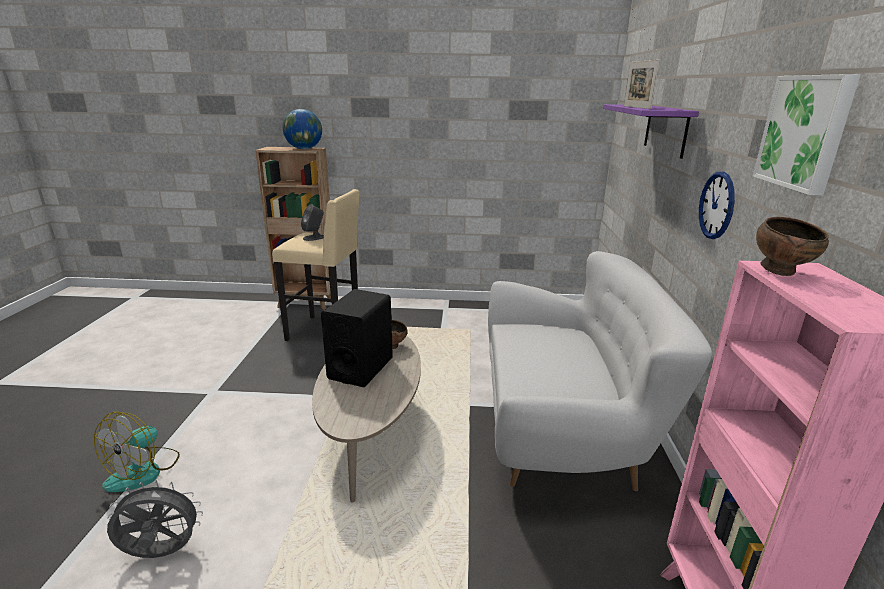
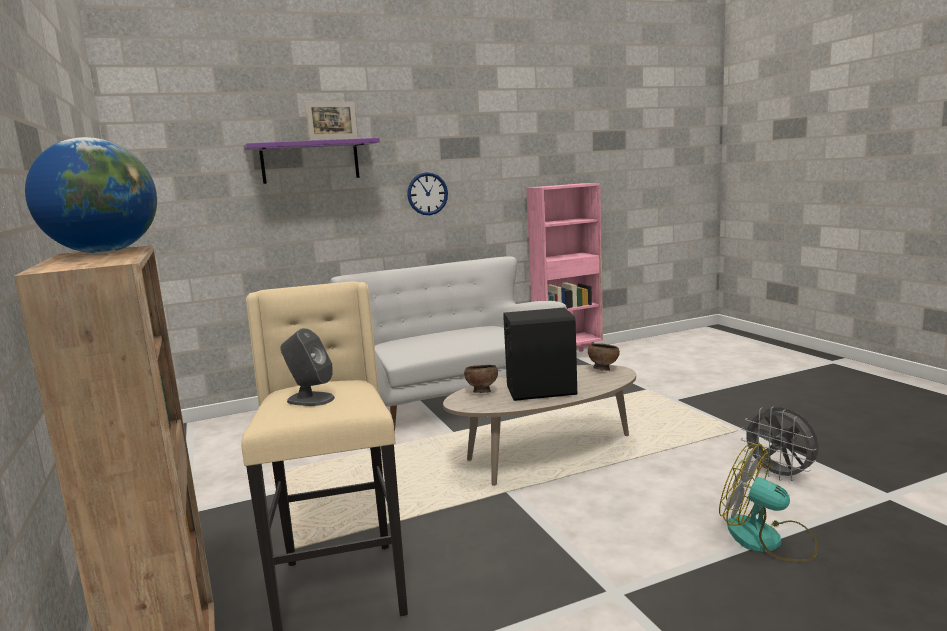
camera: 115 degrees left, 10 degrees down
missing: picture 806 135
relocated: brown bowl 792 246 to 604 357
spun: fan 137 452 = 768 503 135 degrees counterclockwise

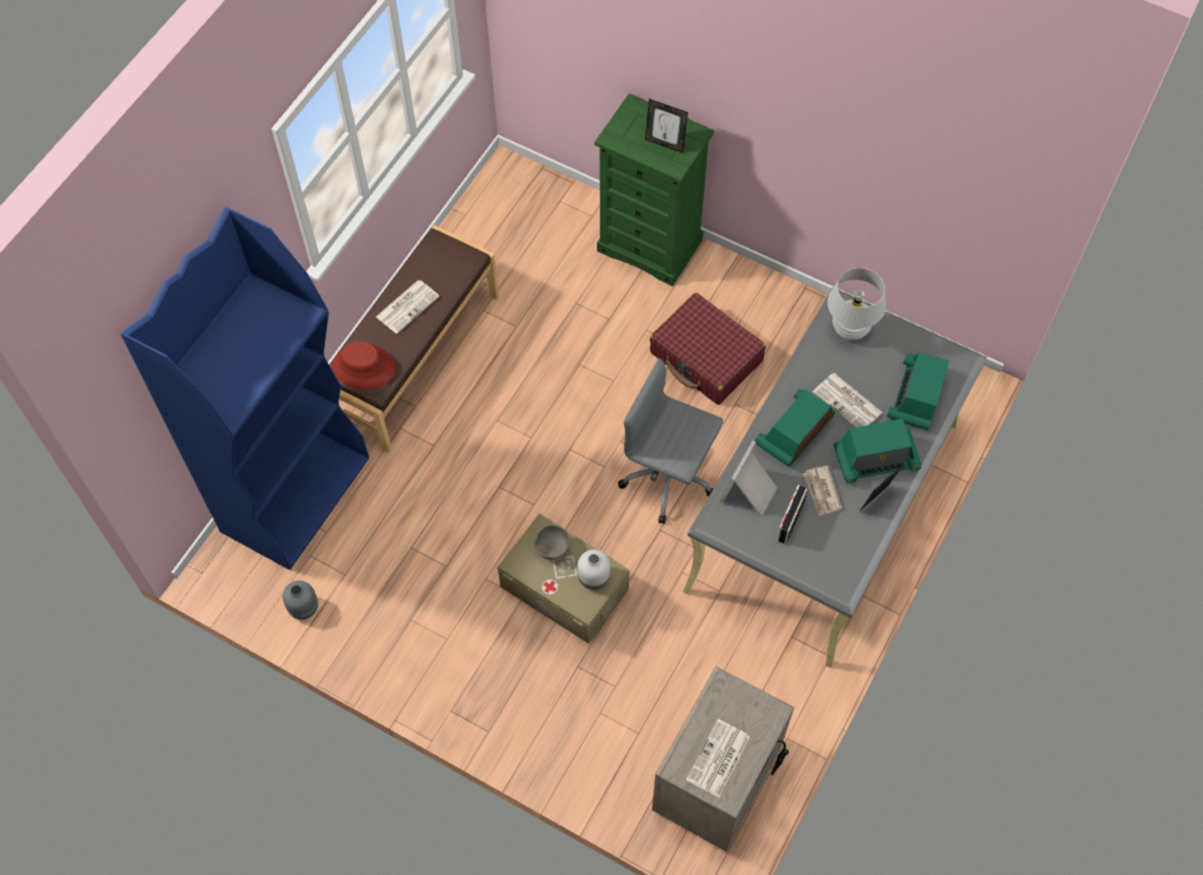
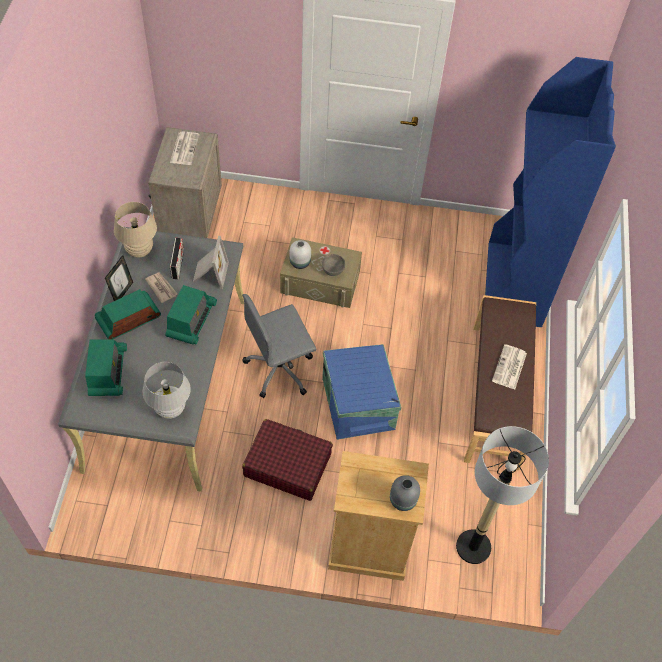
camera: 155 degrees right, 5 degrees down
missing: red hat 364 365; picture frame 666 126; newspaper 848 400
appeared: beige table lamp 135 230; blue storage box 361 392; floor lamp 502 495
relocated: grey vase 300 600 to 405 493
colour: green dresser 654 189 to beige dresser 378 516
spun: grey office chair 670 441 = 279 346 150 degrees clockwise

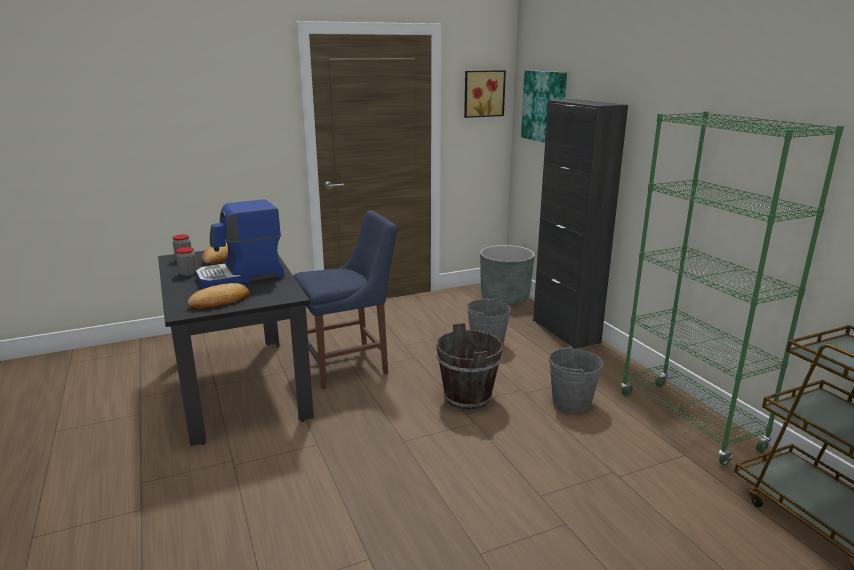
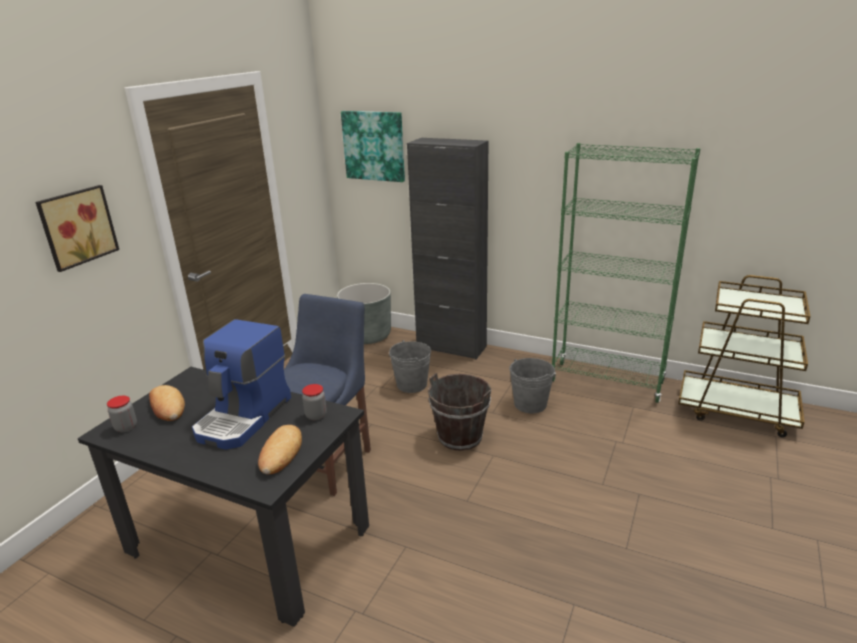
camera: 40 degrees left, 5 degrees up
relocated: jar 186 261 to 314 402; picture 485 94 to 77 228

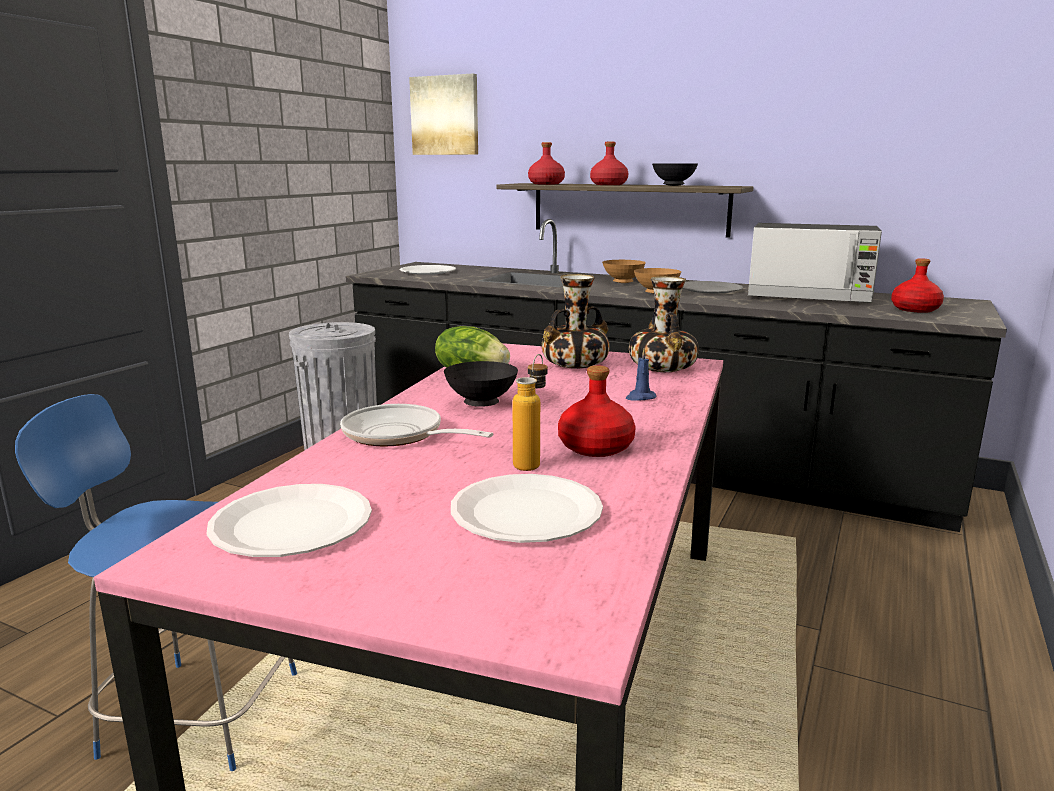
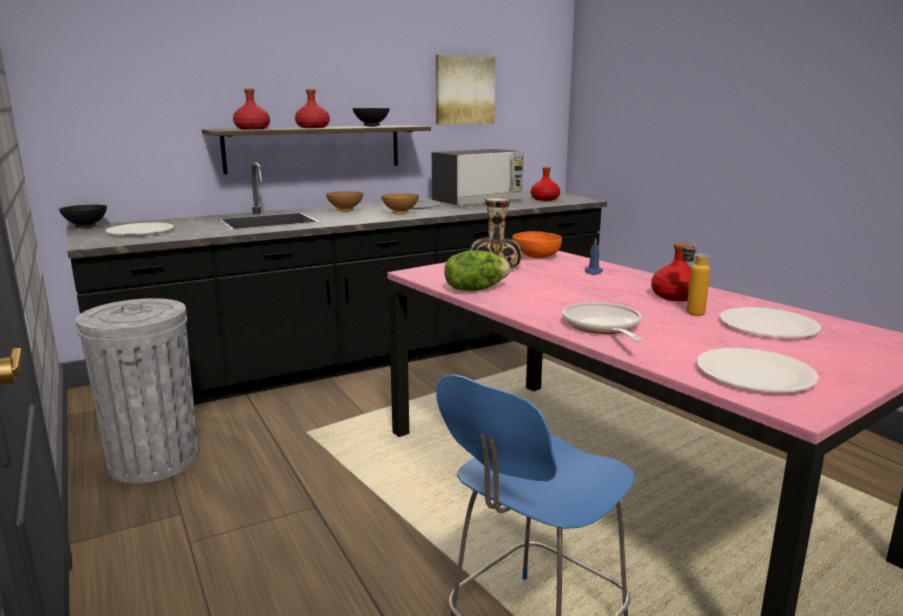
camera: 55 degrees left, 0 degrees up
relocated: picture 443 114 to 465 89; black bowl 481 384 to 83 217
exchanged: vase 664 324 to orange bowl 537 244
spun: frying pan 417 425 = 603 322 105 degrees clockwise

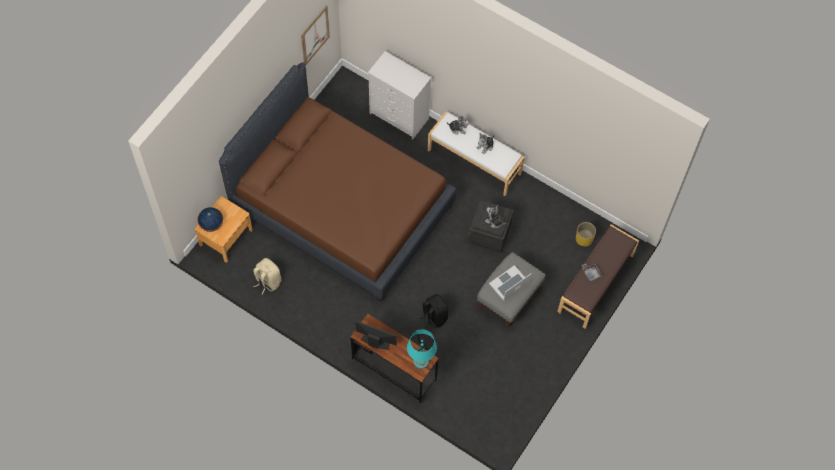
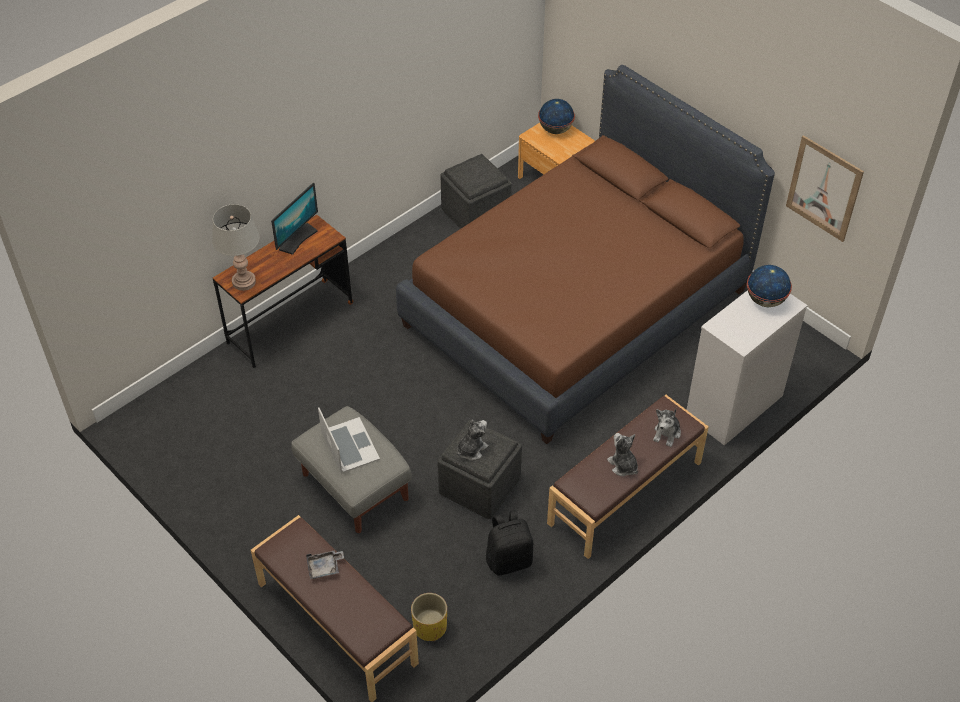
camera: 105 degrees right, 15 degrees down
appeared: globe 769 286
relocated: black backpack 433 311 to 509 543
exchanged: beige backpack 267 276 to grey ottoman 476 191
colour: turquoise table lamp 422 349 to grey table lamp 236 247; white bench 476 153 to brown bench 628 477

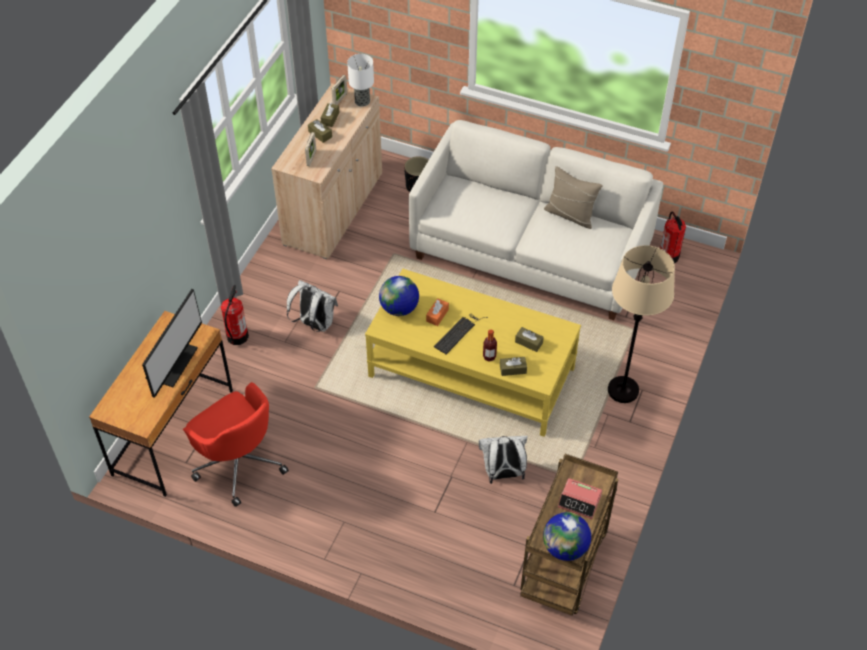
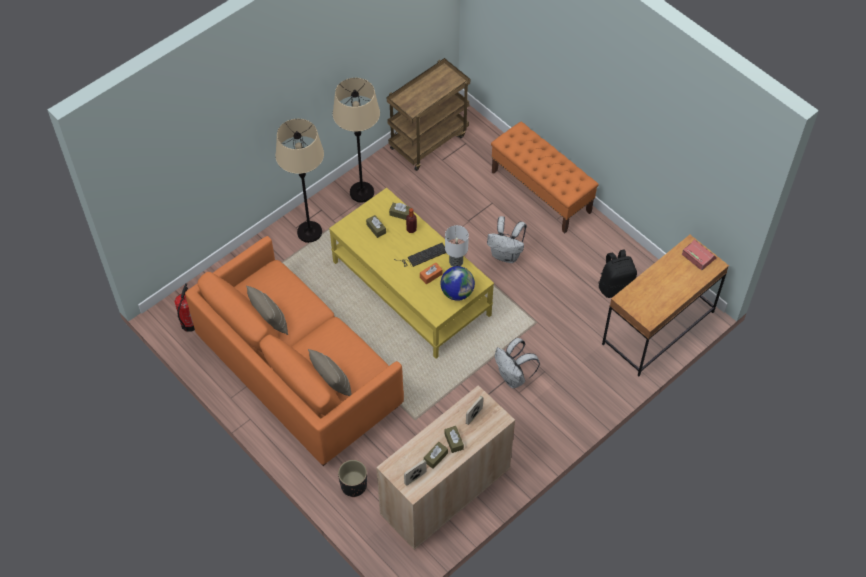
camera: 155 degrees left, 5 degrees up
missing: monitor 172 343; fire extinguisher 235 315; globe 567 536
appeared: beige pillow 330 372; beige floor lamp 356 140; orange bench 545 178
relocated: table lamp 360 80 to 457 246; white backpack 503 459 to 507 239; alarm clock 580 498 to 699 254
exchanged: red office chair 236 444 to black backpack 617 273
colour: white sofa 536 220 to orange sofa 294 351

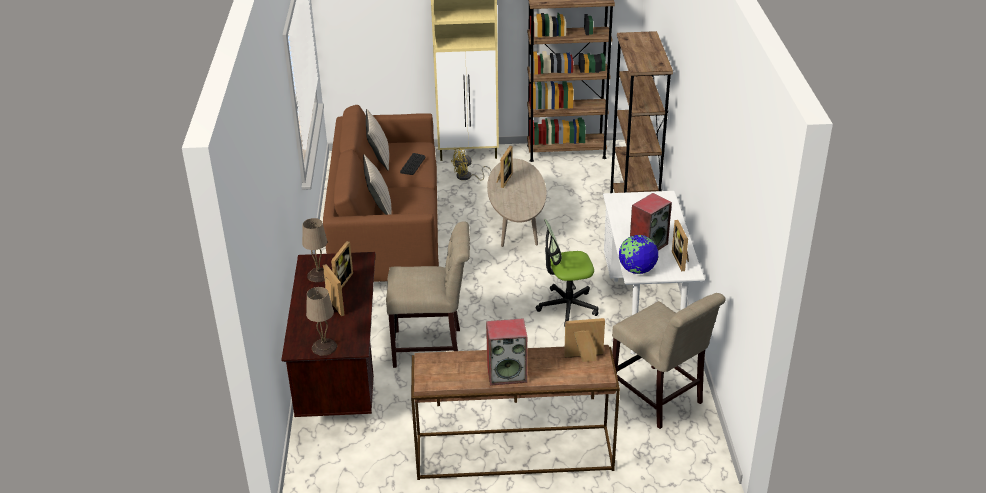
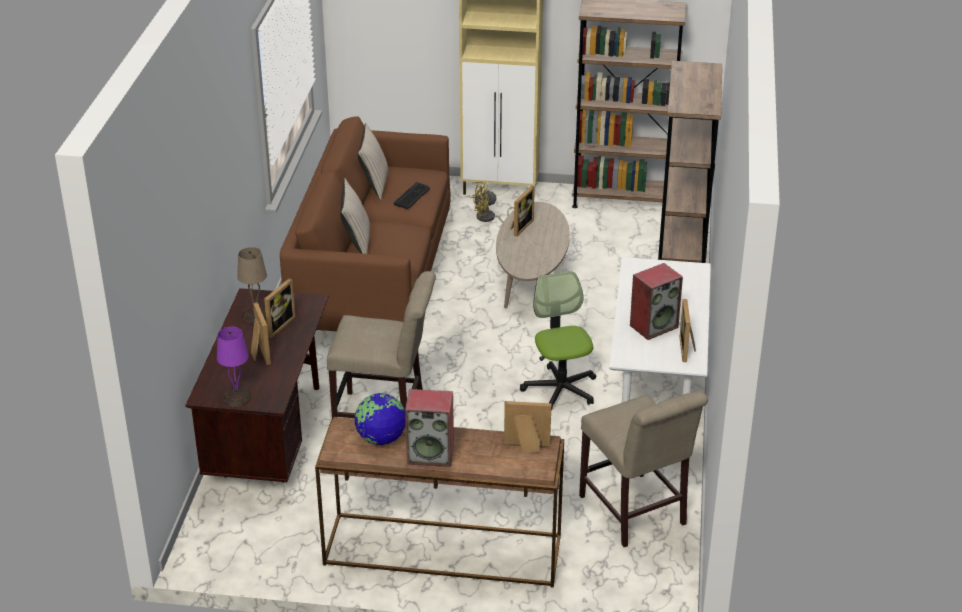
camera: 10 degrees right, 0 degrees up
relocated: globe 639 254 to 380 419
colour: beige table lamp 321 321 to purple table lamp 234 366
spun: office chair 567 273 = 558 340 75 degrees clockwise

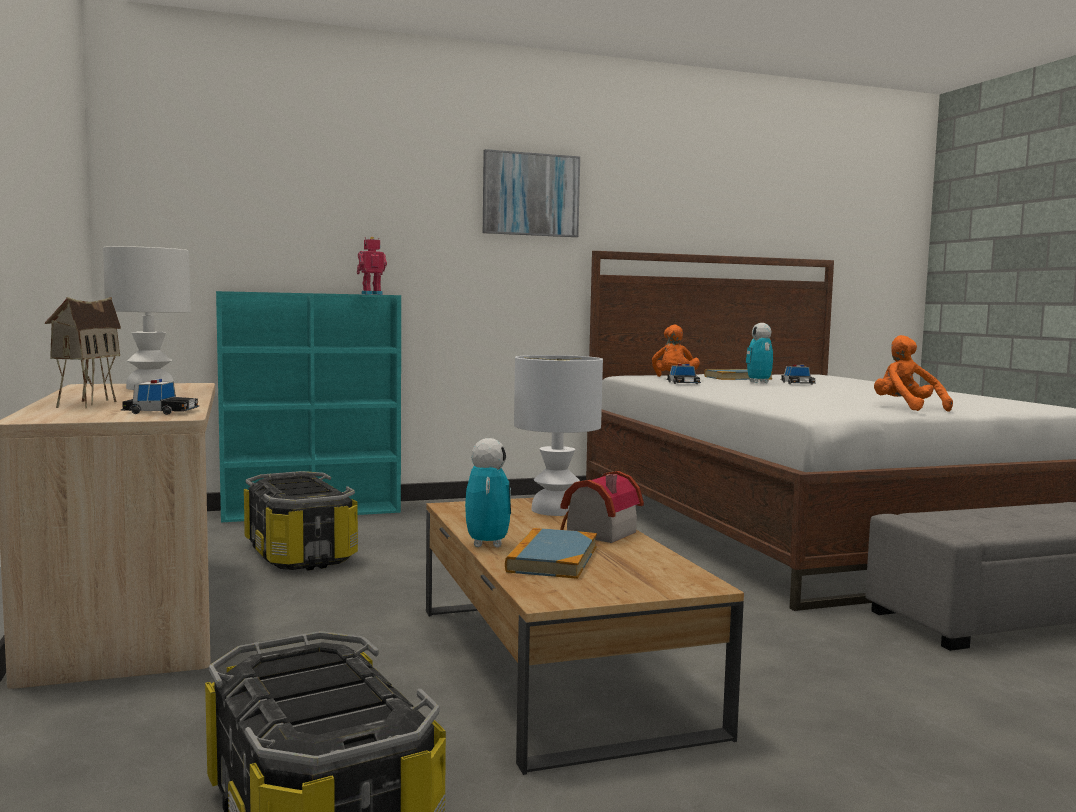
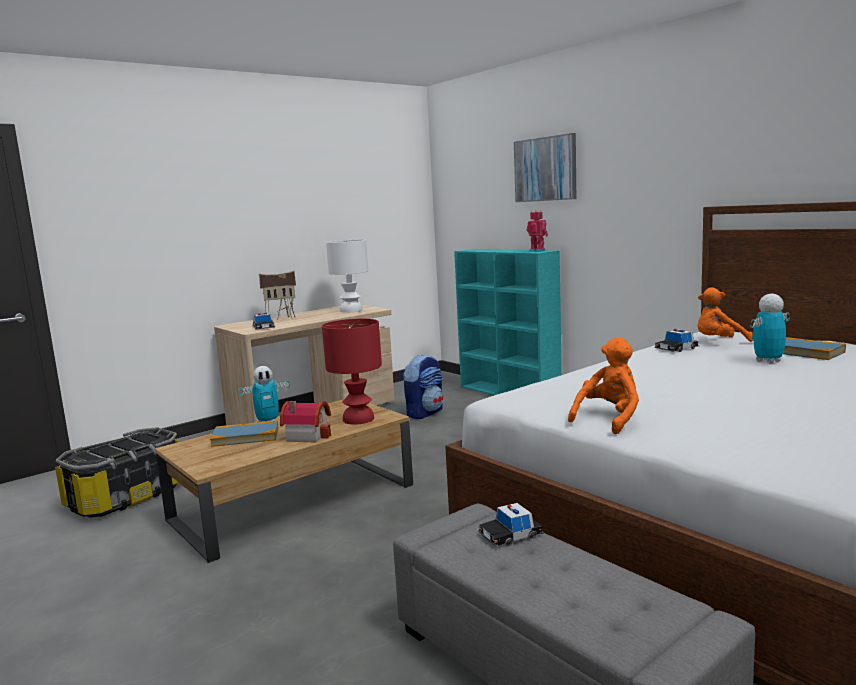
camera: 70 degrees right, 5 degrees up
relocated: picture 531 193 to 545 167; toy car 797 375 to 511 525
exchanged: storage box 301 520 to backpack 422 386
colour: white table lamp 558 435 to red table lamp 352 372

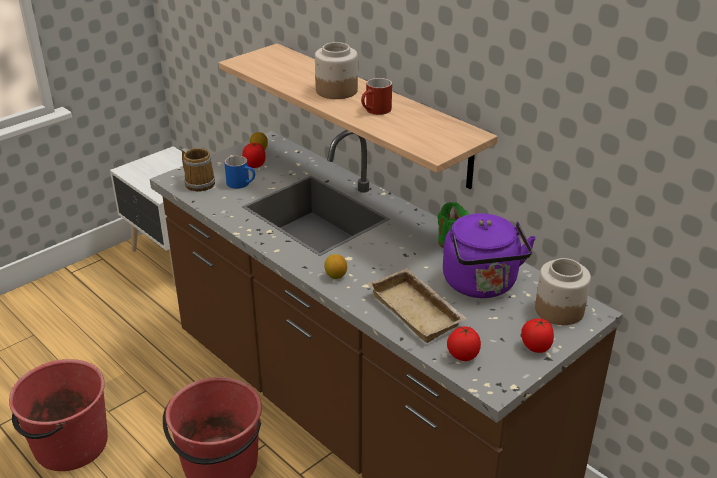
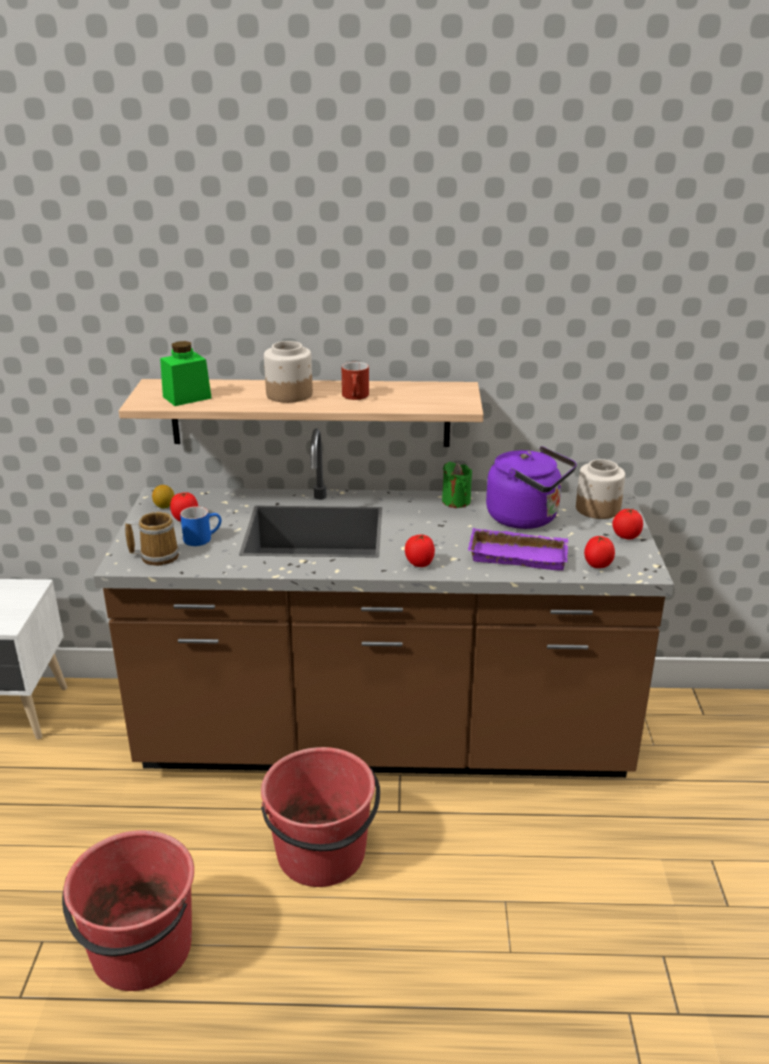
camera: 45 degrees left, 5 degrees down
appeared: green jar 186 373
exchanged: lemon 335 266 to tomato 420 550
colour: beige tray 417 305 to purple tray 518 549

